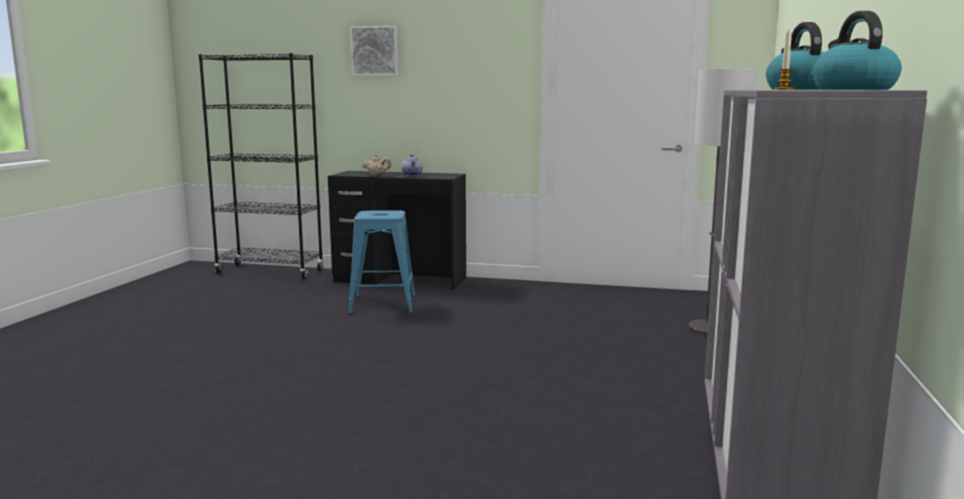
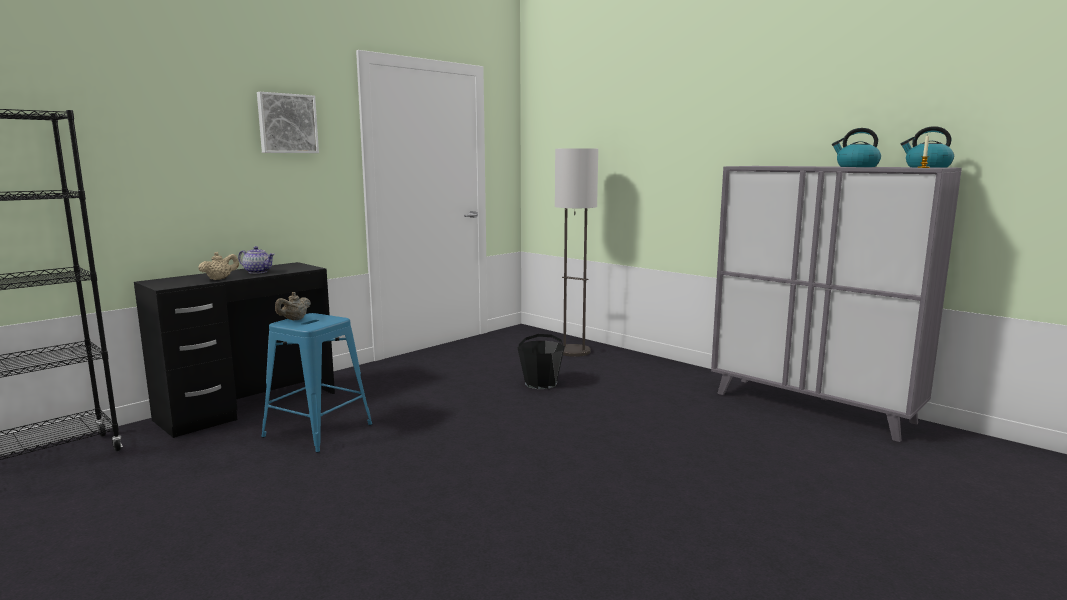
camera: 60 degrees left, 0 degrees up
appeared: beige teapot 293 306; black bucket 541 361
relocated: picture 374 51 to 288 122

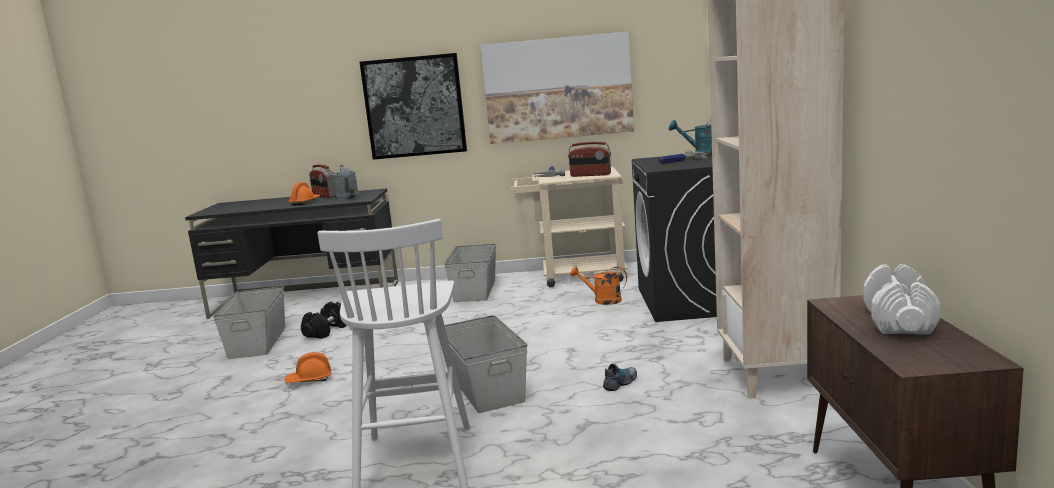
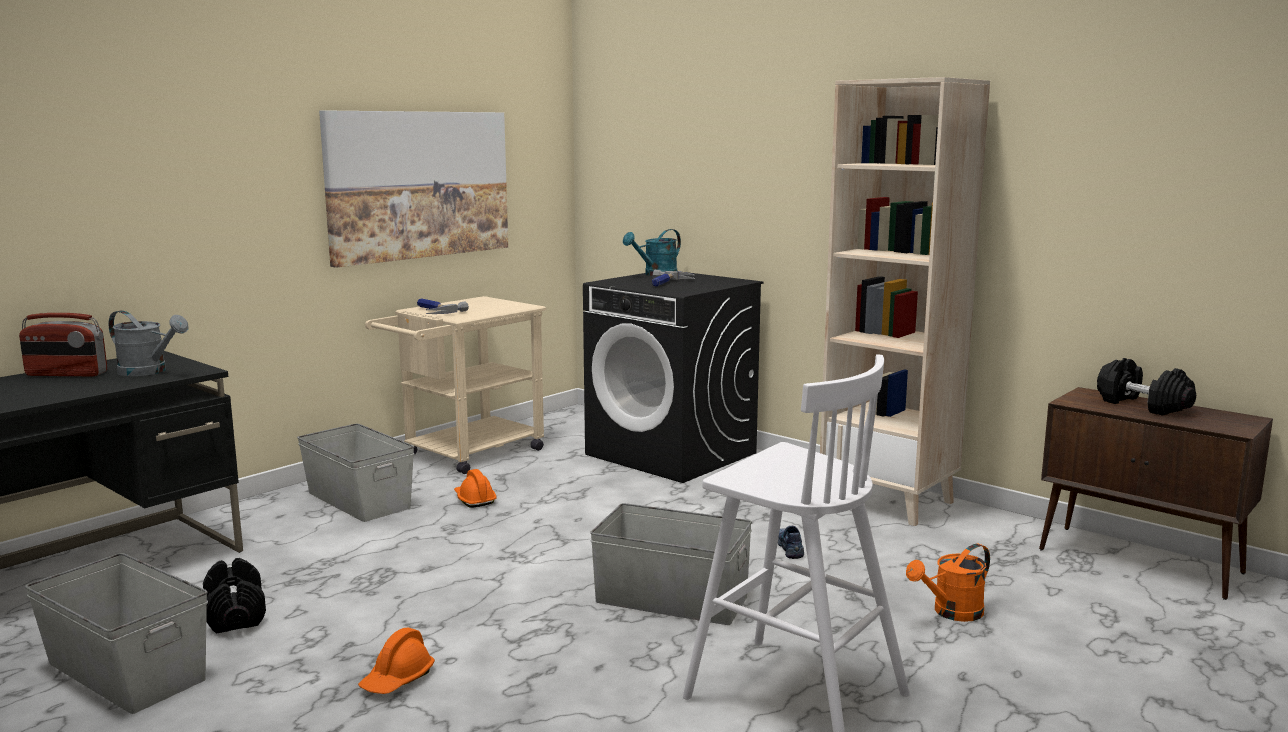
camera: 50 degrees left, 0 degrees up
missing: picture 413 106; radio 589 159
relocated: orange hard hat 304 193 to 475 488; orange watering can 598 285 to 948 583
colour: white dumbbell 902 299 to black dumbbell 1146 387

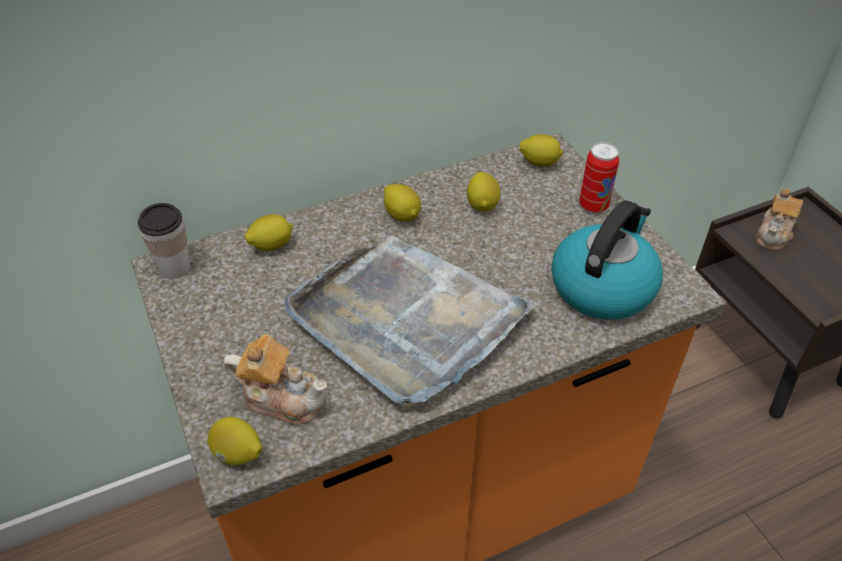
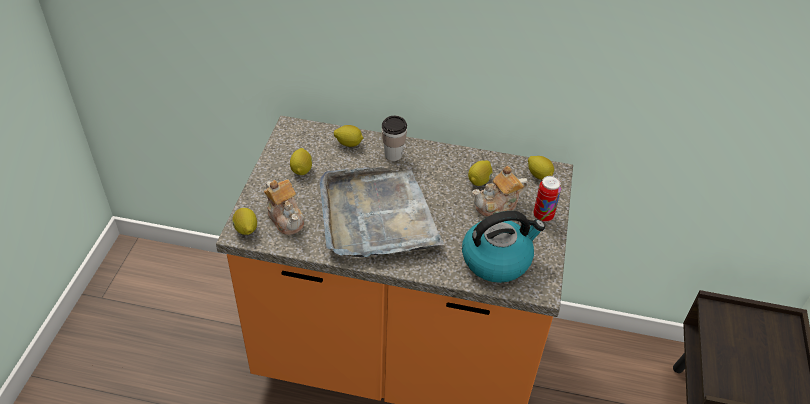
camera: 35 degrees right, 0 degrees up
relocated: cup 164 241 to 394 138; lemon 402 203 to 301 161; teapot 779 219 to 500 191

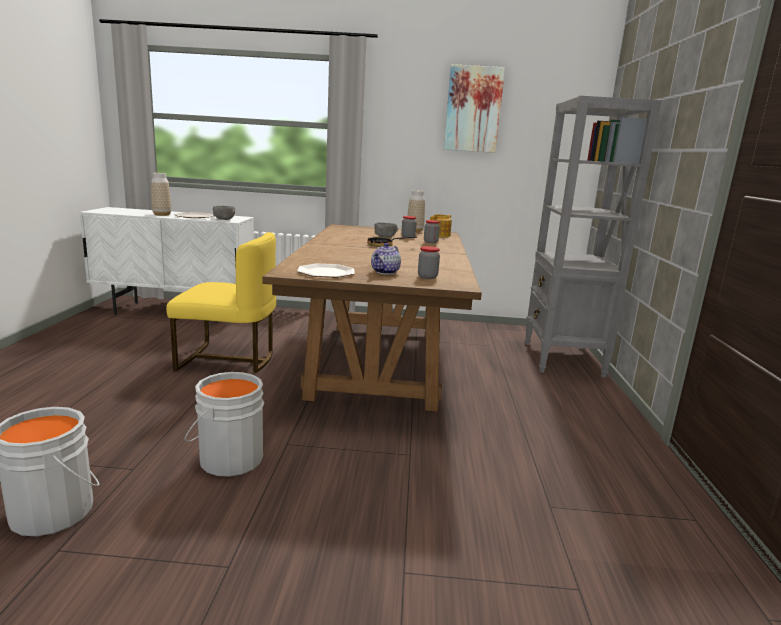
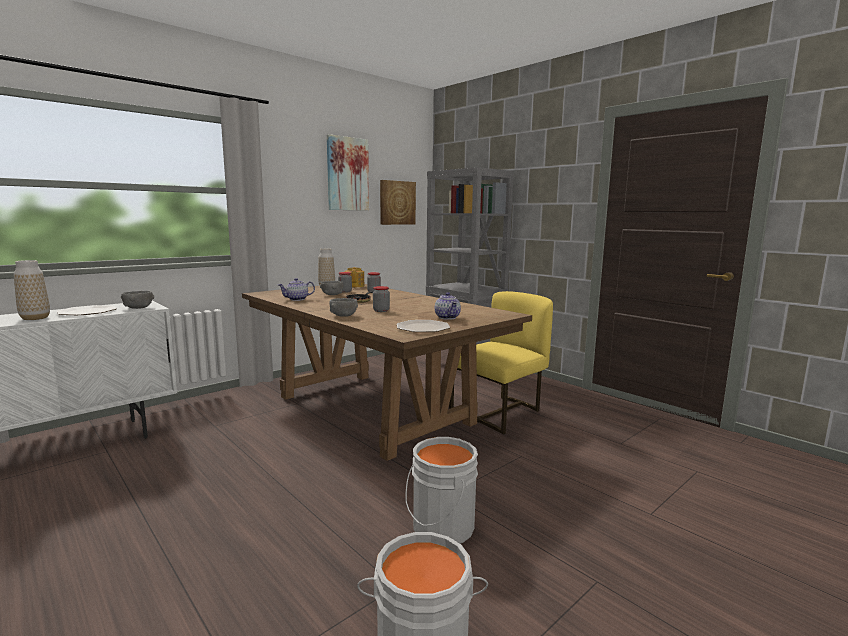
camera: 45 degrees left, 5 degrees down
appeared: teapot 296 289; grey bowl 344 307; picture 398 202
relocated: yellow chair 221 302 to 501 362; jar 429 262 to 381 299

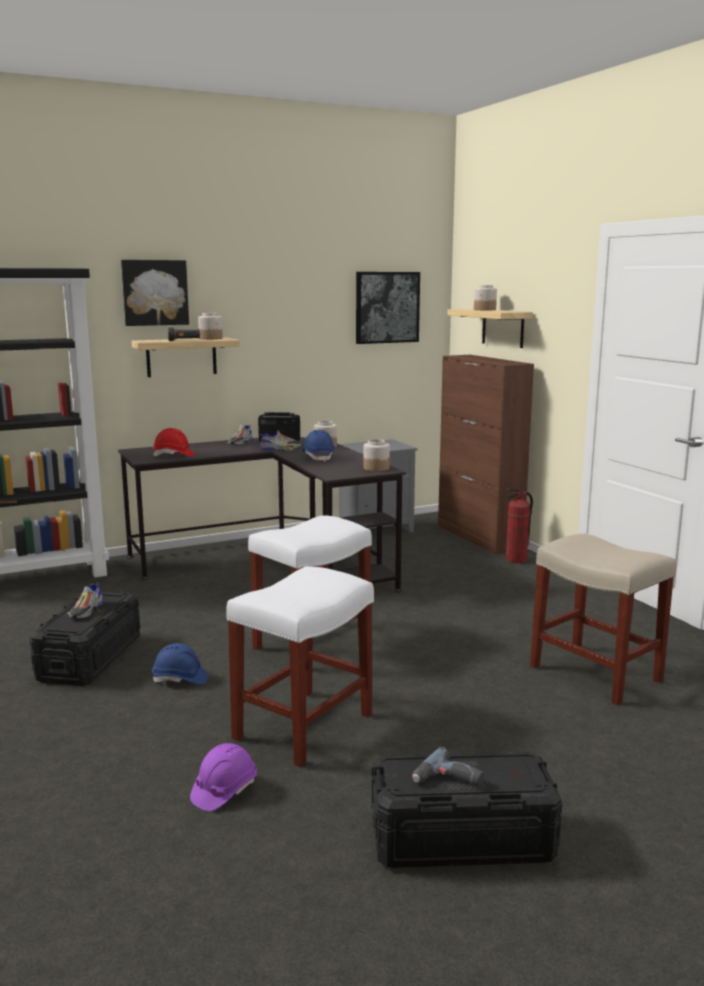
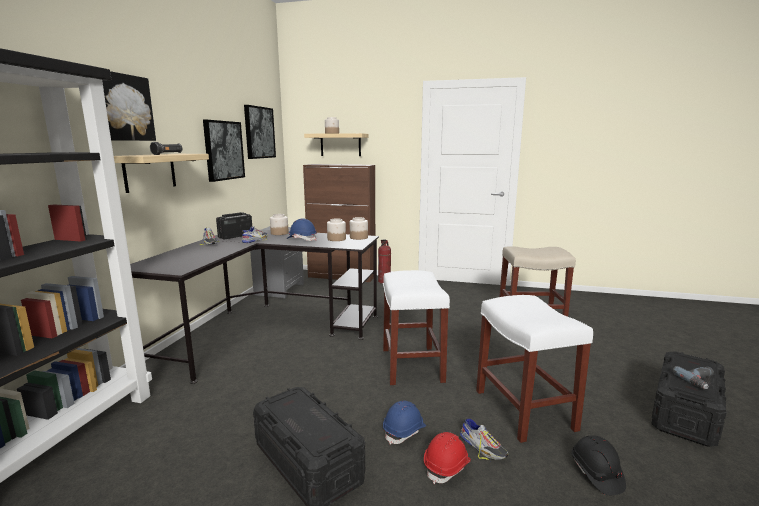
camera: 50 degrees left, 0 degrees up
appeared: picture 224 151
relocated: shoe 85 600 to 484 439; red hard hat 174 442 to 447 458; jar 210 326 to 336 229
colour: purple hard hat 223 777 to black hard hat 599 465

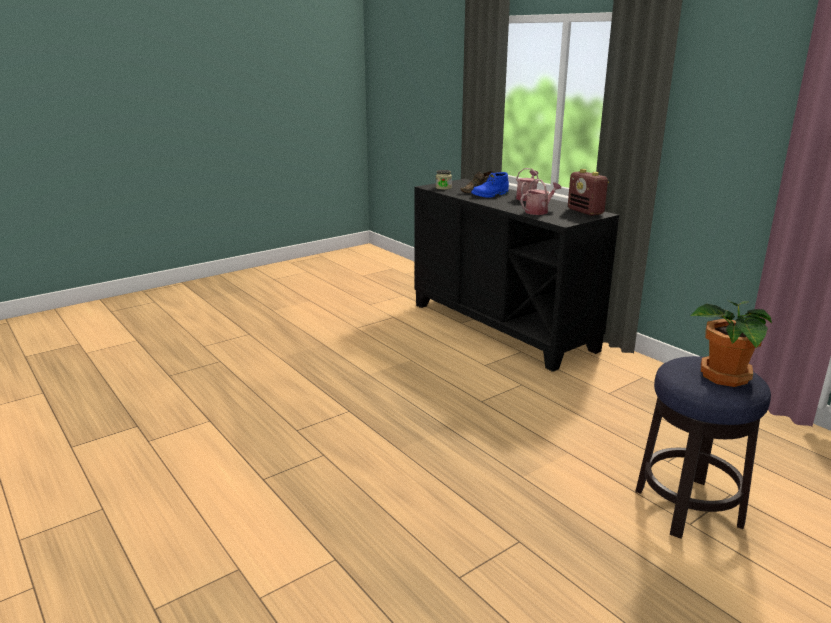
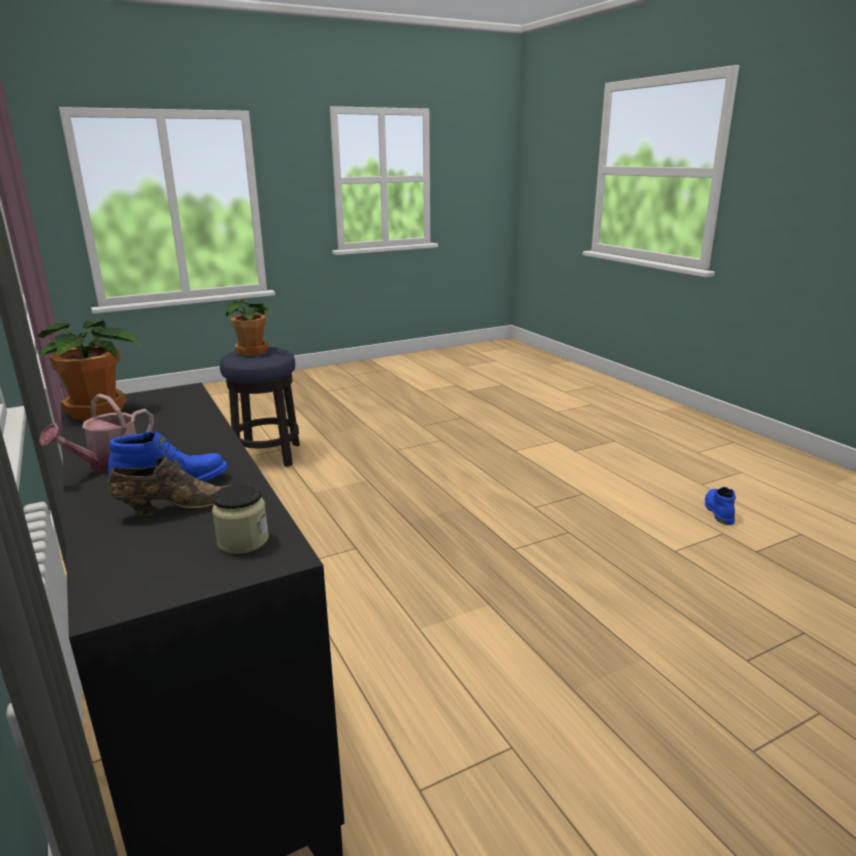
camera: 170 degrees left, 0 degrees up
missing: watering can 540 197
appeared: blue boot 720 506
exchanged: radio 588 192 to potted plant 89 370

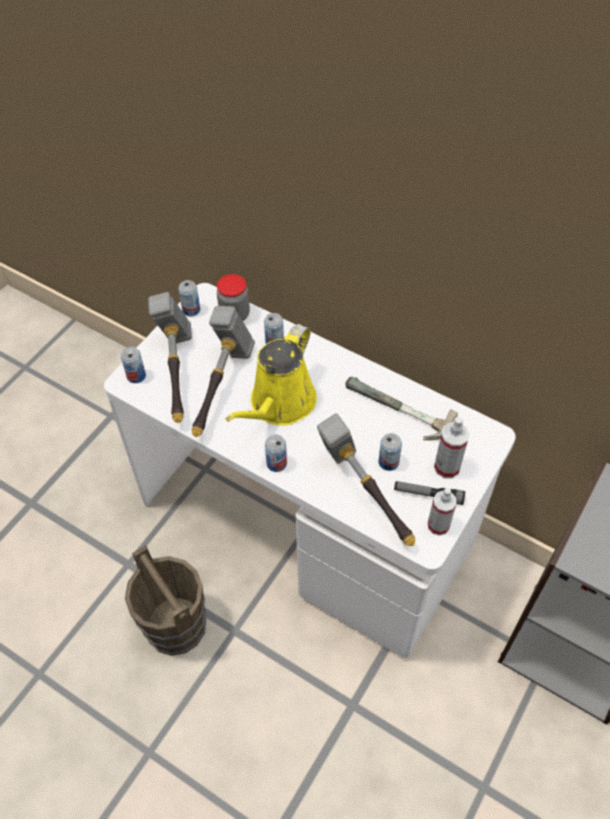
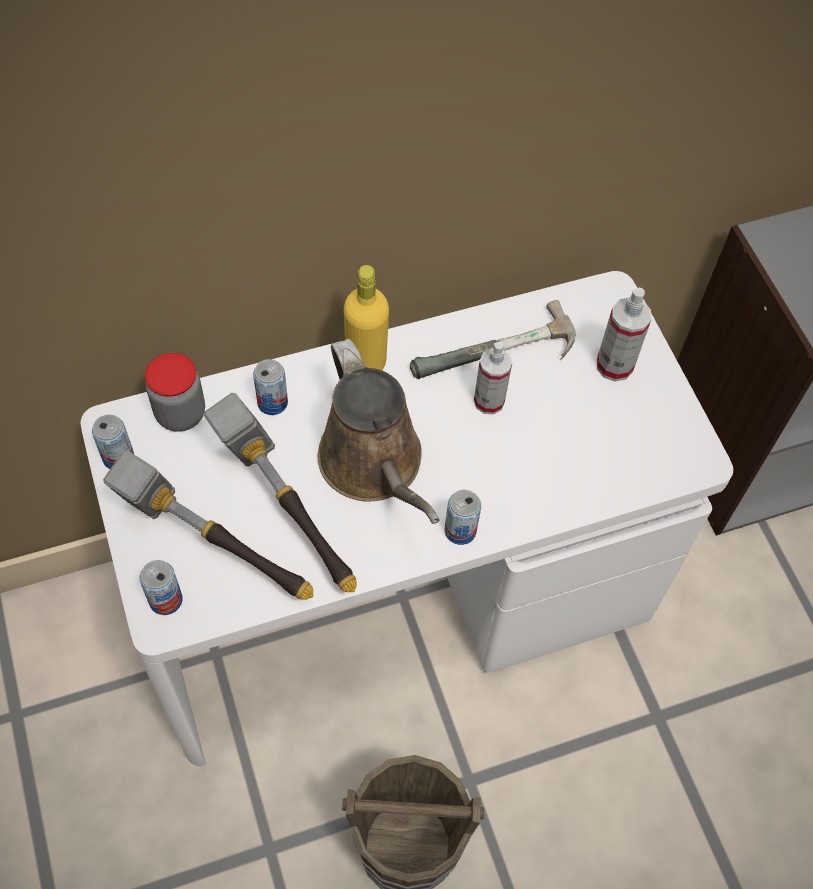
camera: 55 degrees left, 5 degrees up
missing: hammer 366 479; can 390 452; flashlight 429 493
appeared: yellow bottle 366 317
relocated: spray bottle 442 512 to 493 378
colour: yellow watering can 271 374 to brown watering can 378 431

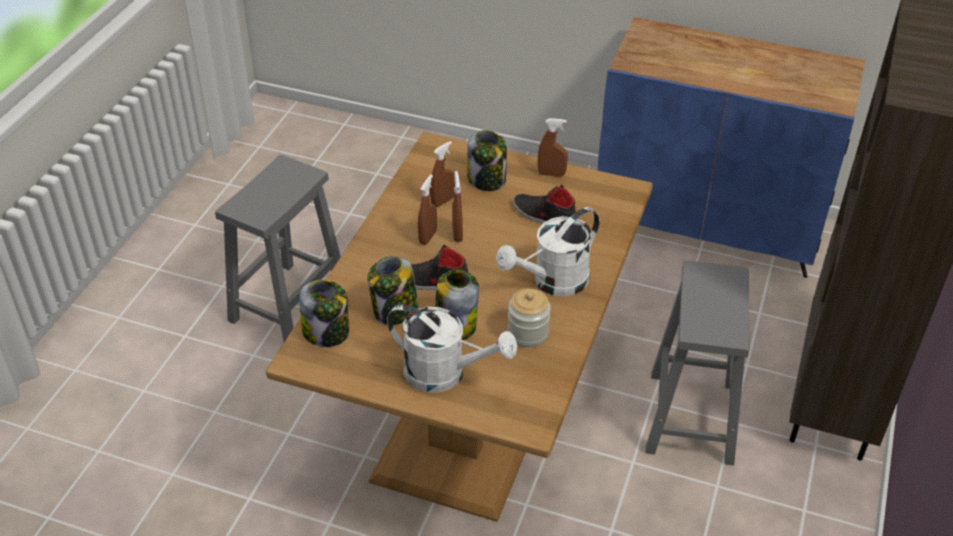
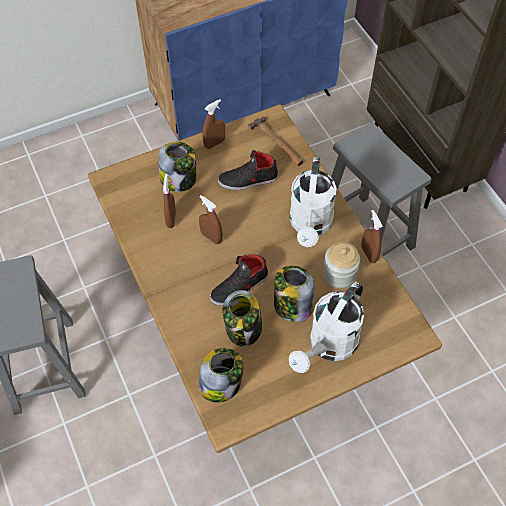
camera: 45 degrees left, 15 degrees up
appeared: hammer 275 141
relocated: brown spray bottle 427 210 to 372 236
spun: white watering can 452 348 = 326 327 150 degrees clockwise

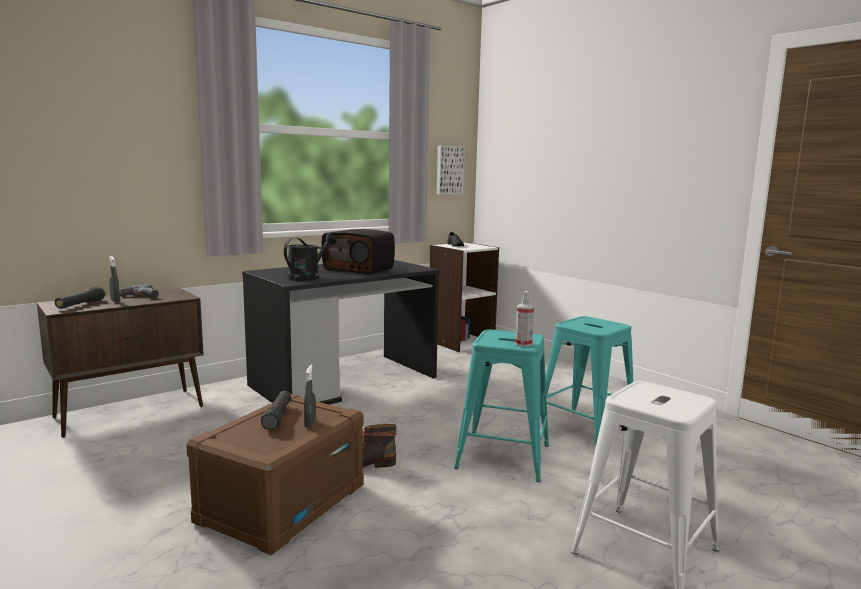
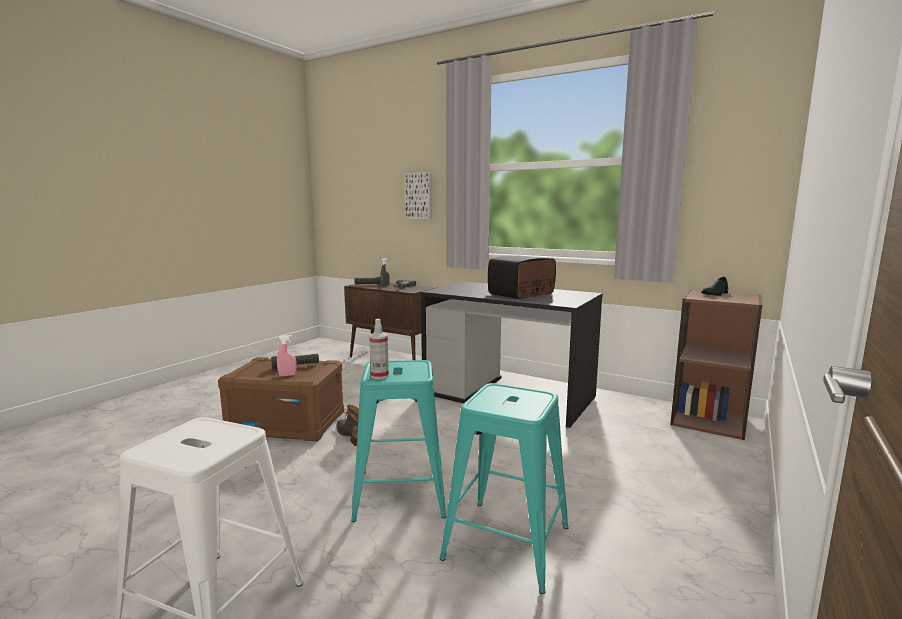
camera: 70 degrees right, 0 degrees up
missing: black watering can 310 257
relocated: picture 451 170 to 418 195
colour: grey spray bottle 310 396 to pink spray bottle 287 355; white bookcase 464 297 to brown bookcase 716 364
spun: radio 358 252 = 522 277 45 degrees clockwise

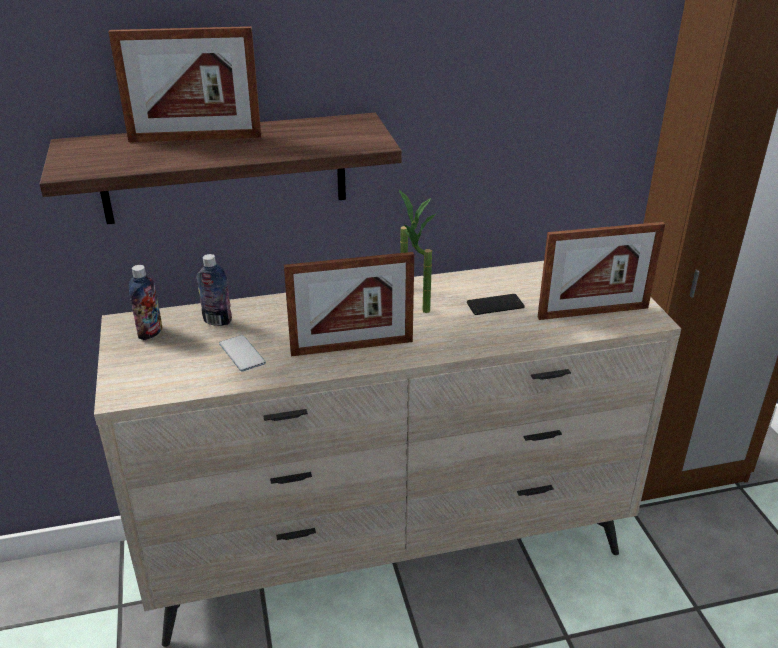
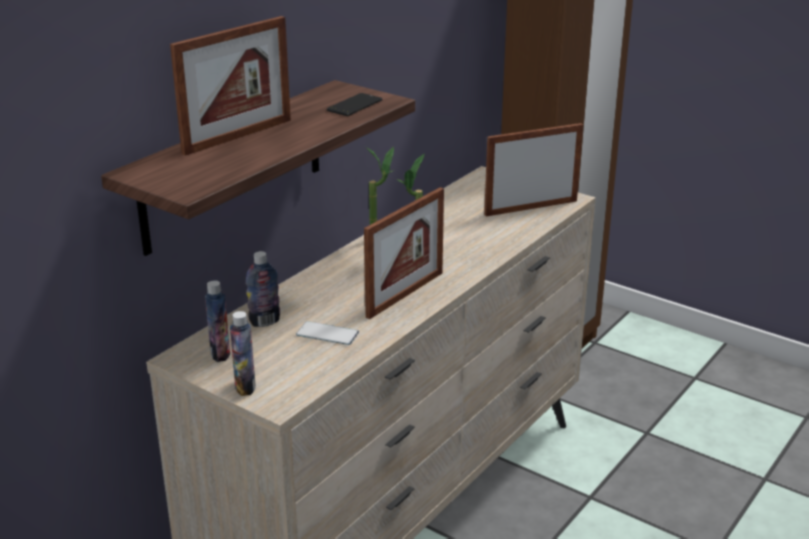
camera: 40 degrees left, 5 degrees down
appeared: bottle 243 353
relocated: phone 496 304 to 355 104
spun: picture frame 601 271 = 533 170 150 degrees counterclockwise

